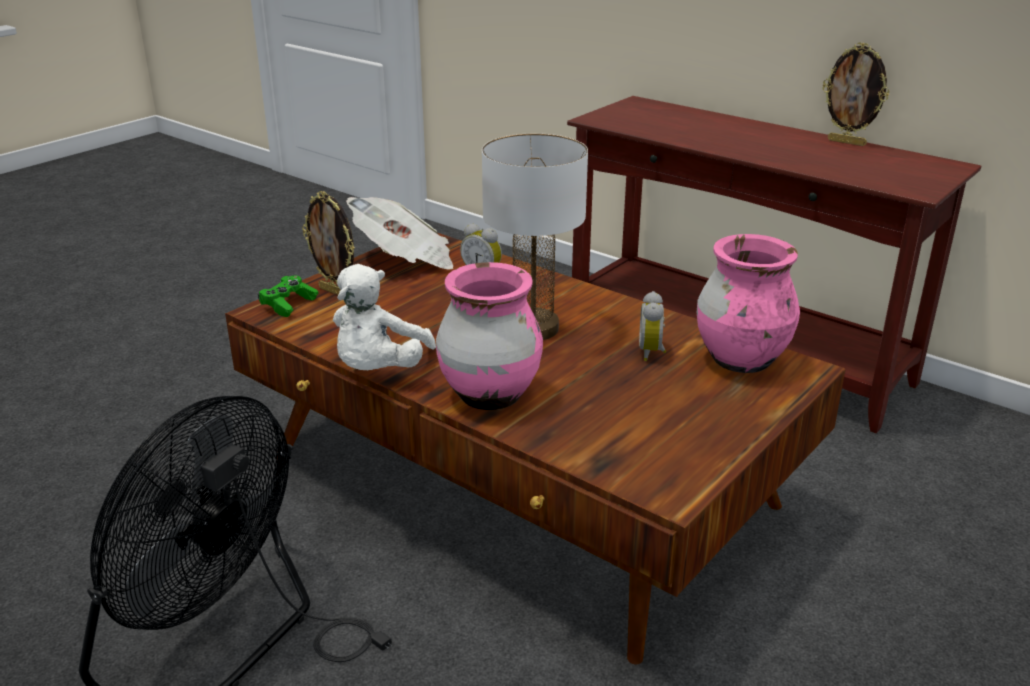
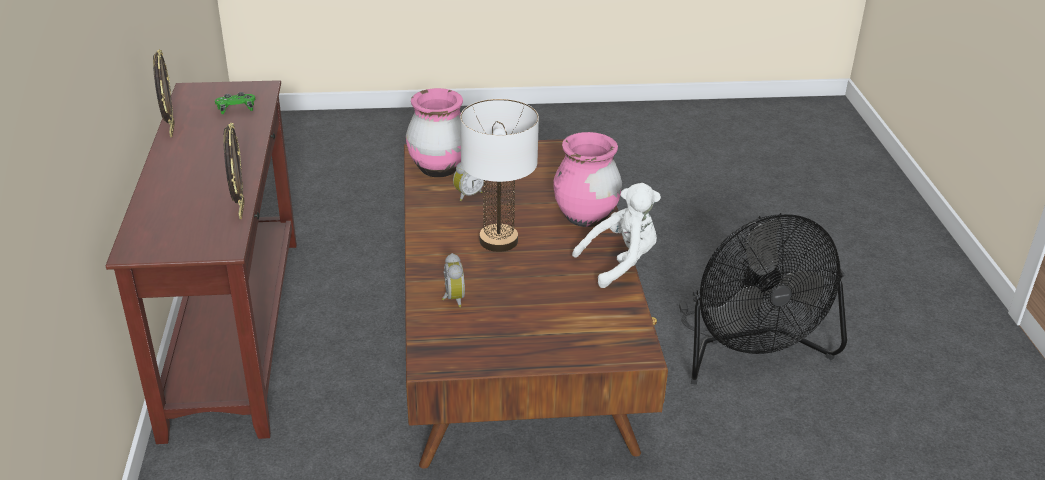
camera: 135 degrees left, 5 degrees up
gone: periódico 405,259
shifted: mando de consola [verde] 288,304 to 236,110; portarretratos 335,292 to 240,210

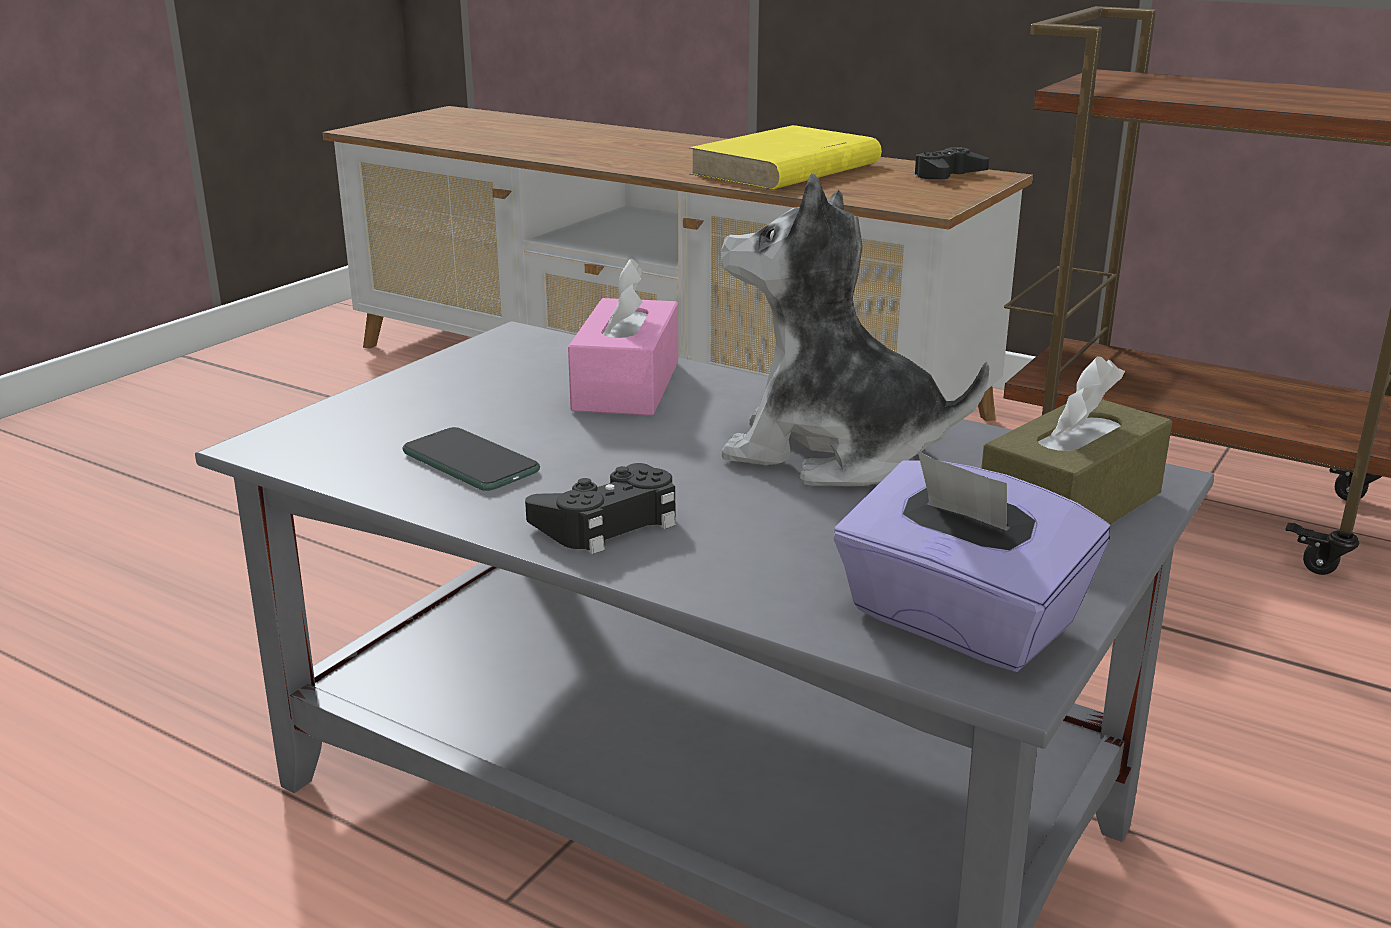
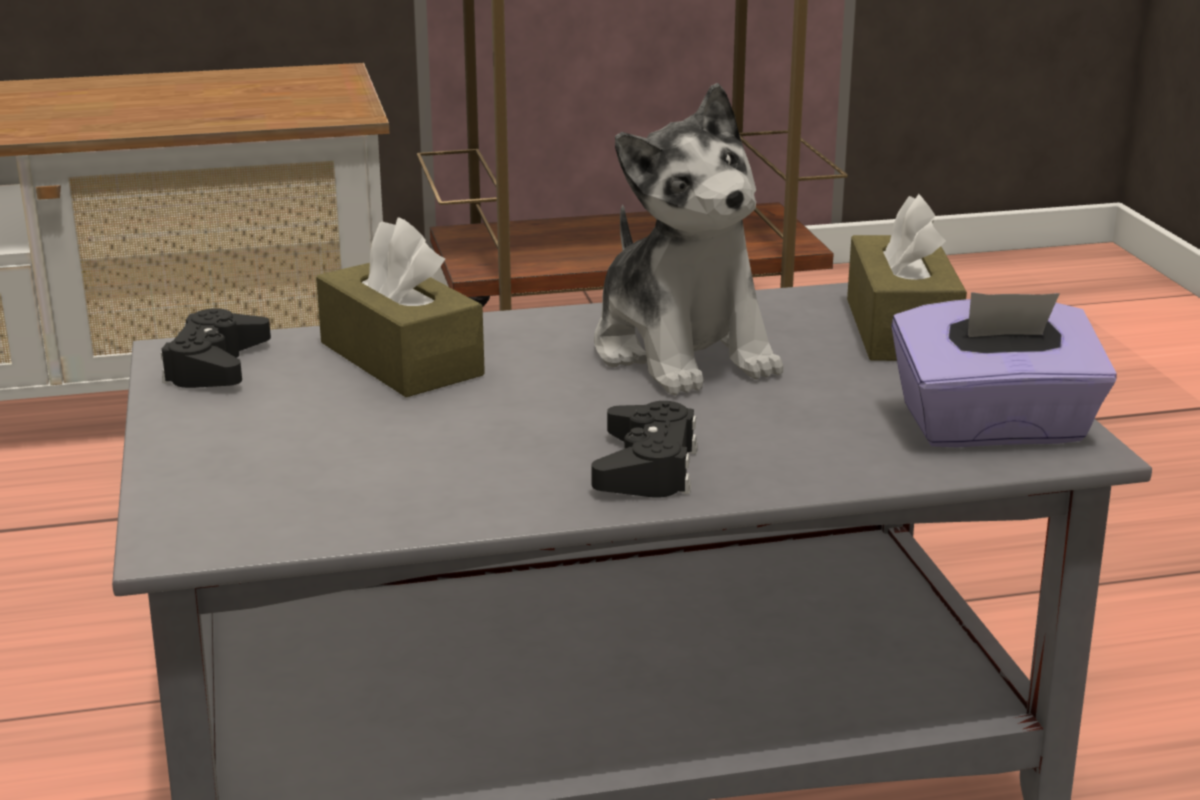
camera: 45 degrees left, 0 degrees up
gone: móvil 470,462; libro [amarillo] 785,169
shifted: mando de consola [negro] 948,175 to 216,366
repainted: caja de pañuelos [rosa] 627,385 to caja de pañuelos [marrón] 401,359
rotated: peluche 832,453 = 683,351 90 degrees counterclockwise

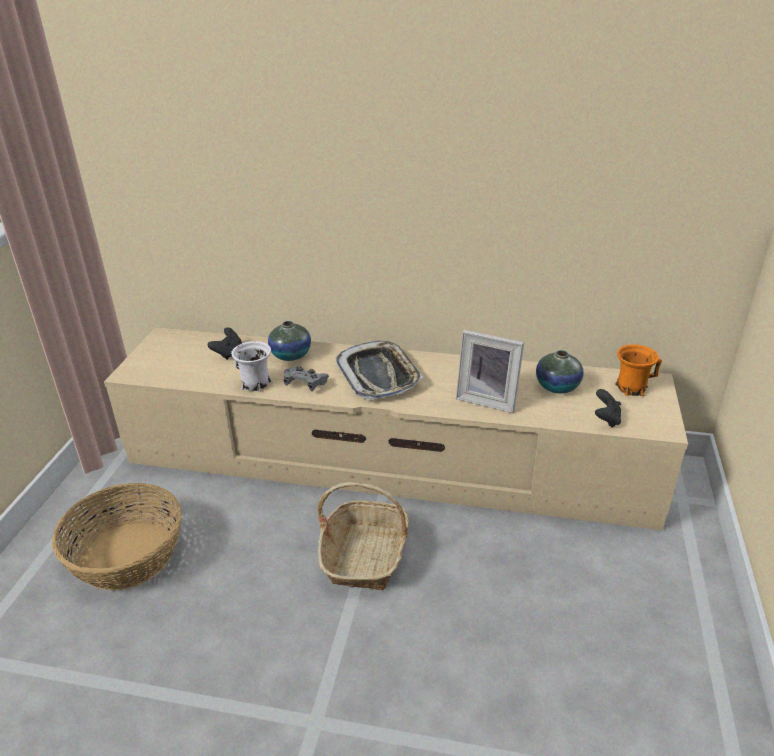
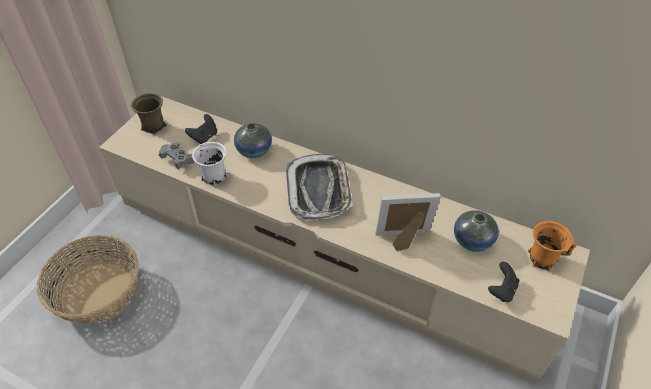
camera: 15 degrees right, 15 degrees up
gone: cesta 365,554
new: taza grande [marrón] 153,126
shifted: mando de consola [gris] 305,384 to 179,159
rotated: portarretratos 488,399 = 403,240 135 degrees clockwise

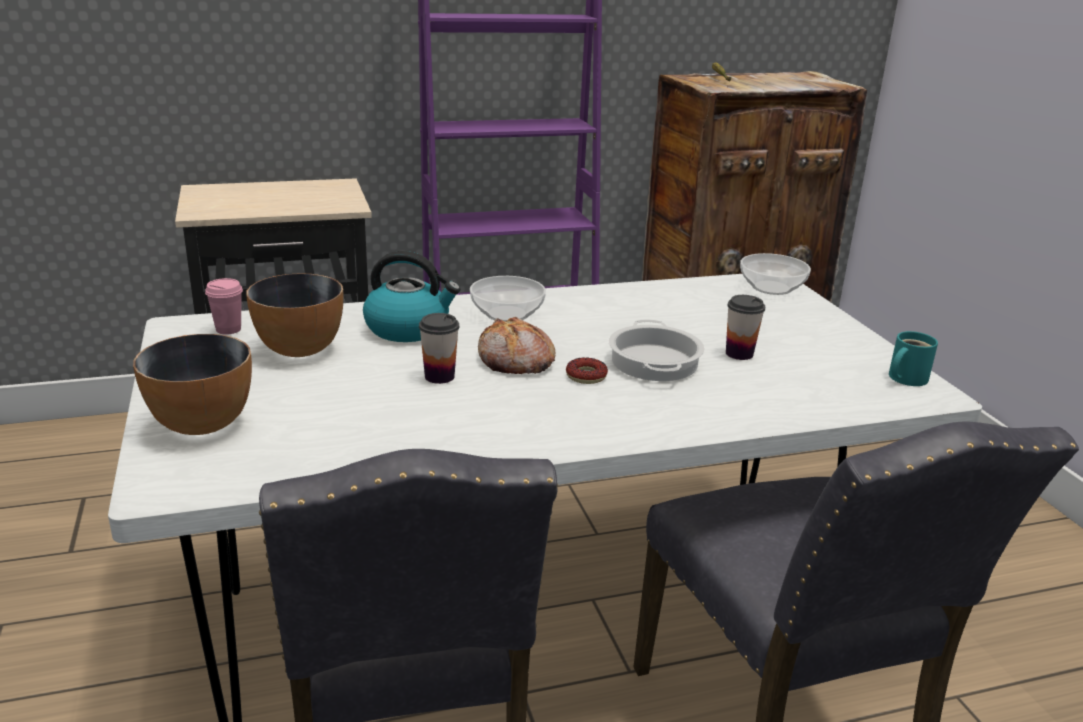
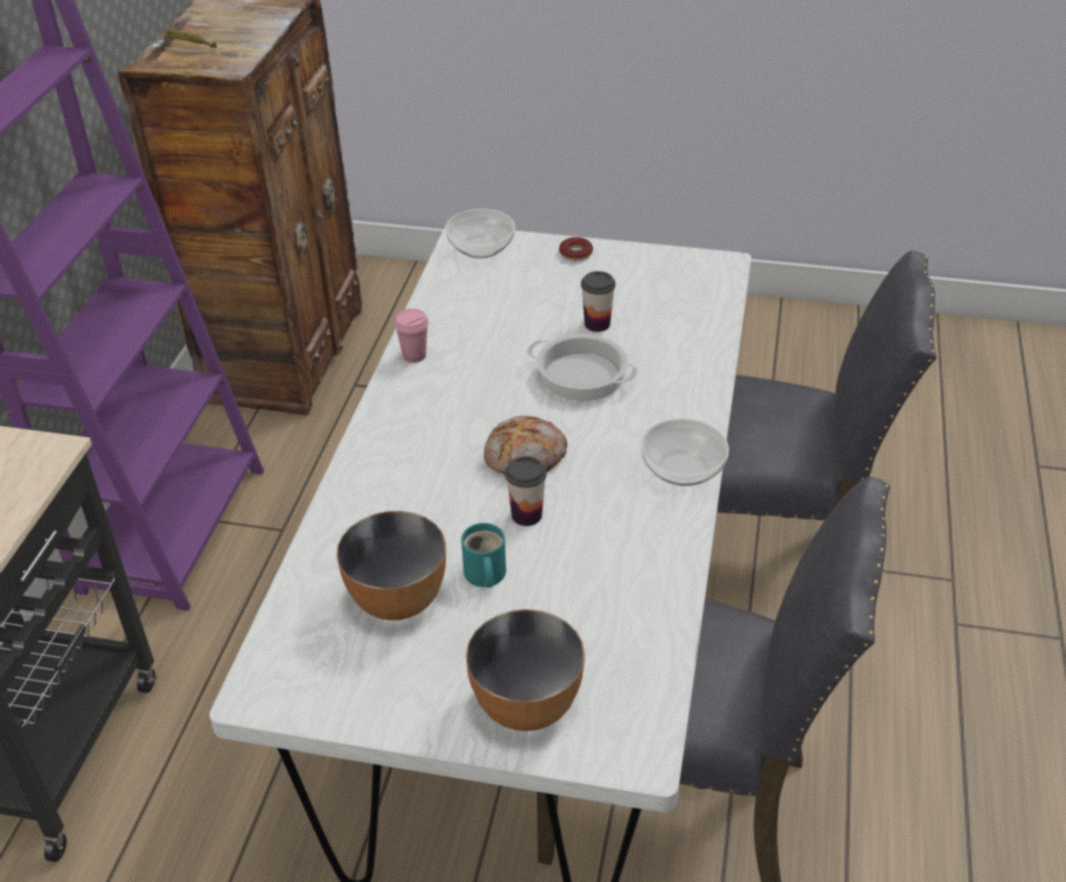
camera: 60 degrees left, 15 degrees up
gone: hervidor 408,328
shifted: taza [rosa] 228,329 to 414,356; taza grande [turquesa] 904,378 to 484,575; rosquilla 586,376 to 576,253; cuenco 506,314 to 683,470

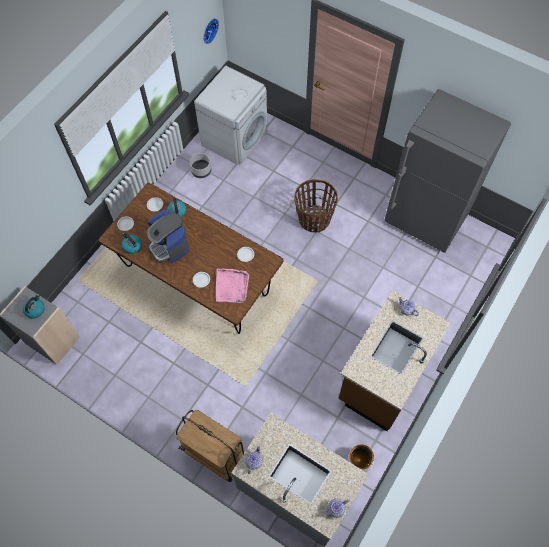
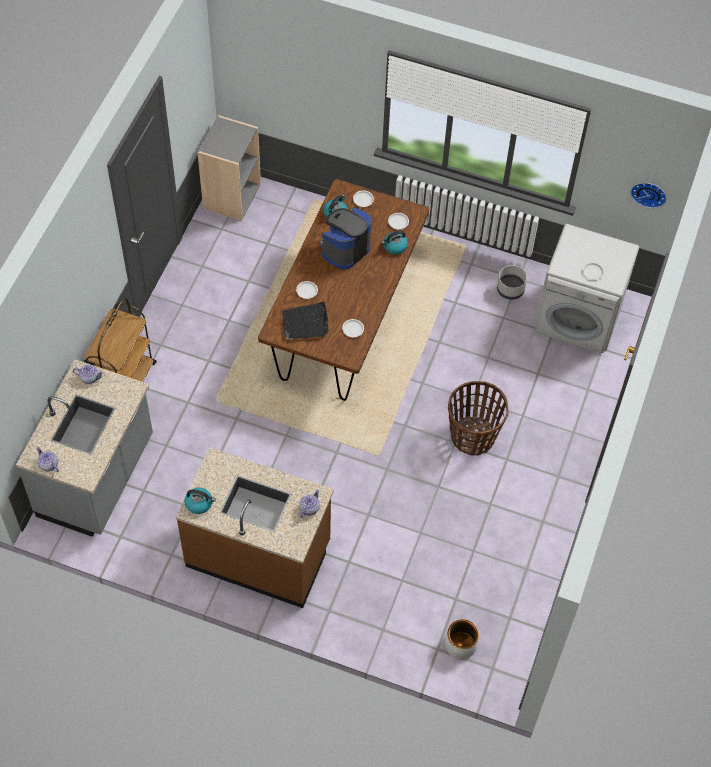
camera: 75 degrees right, 5 degrees down
gone: nevera [gris] 425,221
shifted: hervidor 35,309 to 199,503; maceta [blanco] 359,461 to 460,645
repainted: bandeja [rosa] 231,286 to bandeja [negro] 305,323

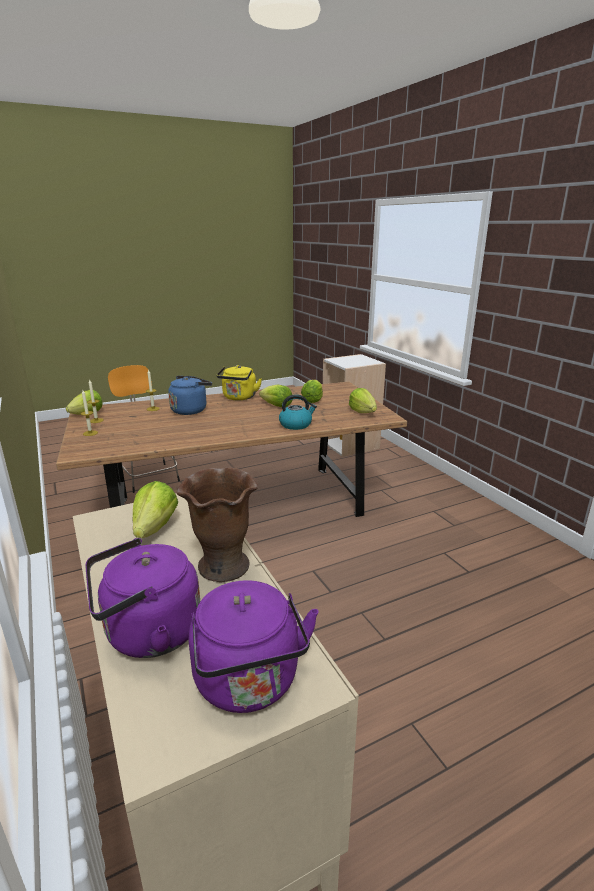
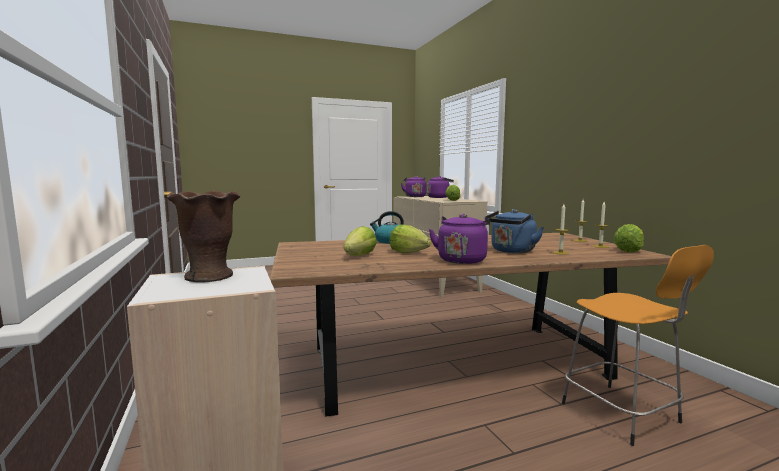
camera: 175 degrees left, 15 degrees down
gone: lechuga 362,412
shifted: florero [marrón] 223,566 to 209,276
repainted: hervidor [amarillo] 239,398 to hervidor [morado] 462,260

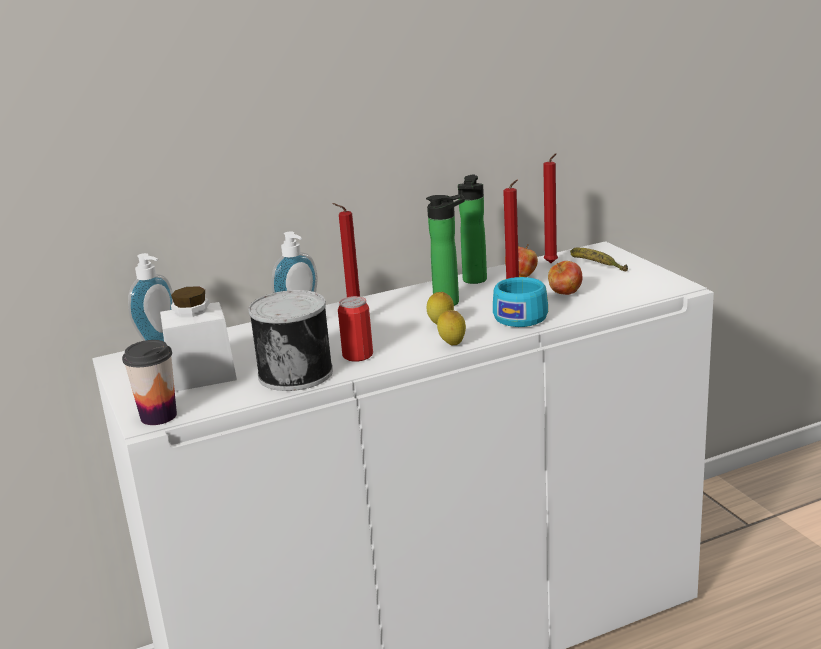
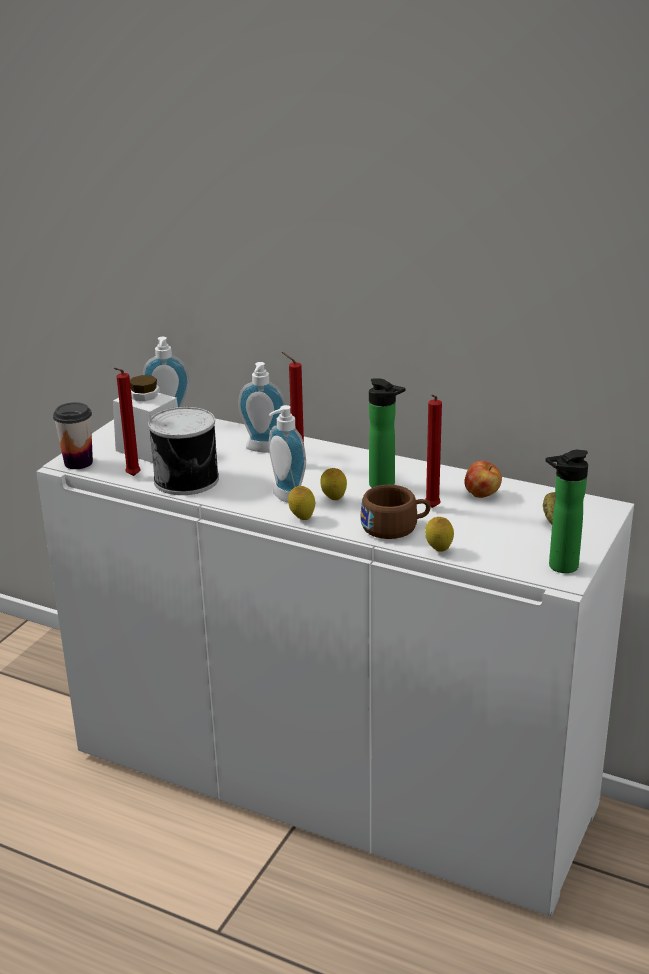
camera: 50 degrees right, 5 degrees up
gone: lata 357,355; manzana 565,294
new: dispensador de jabón 285,499; limón 439,550
shifted: vela [rojo] 552,264 to 131,477; botella 474,281 to 559,567
repainted: taza [turquesa] 523,316 to taza [marrón] 395,527

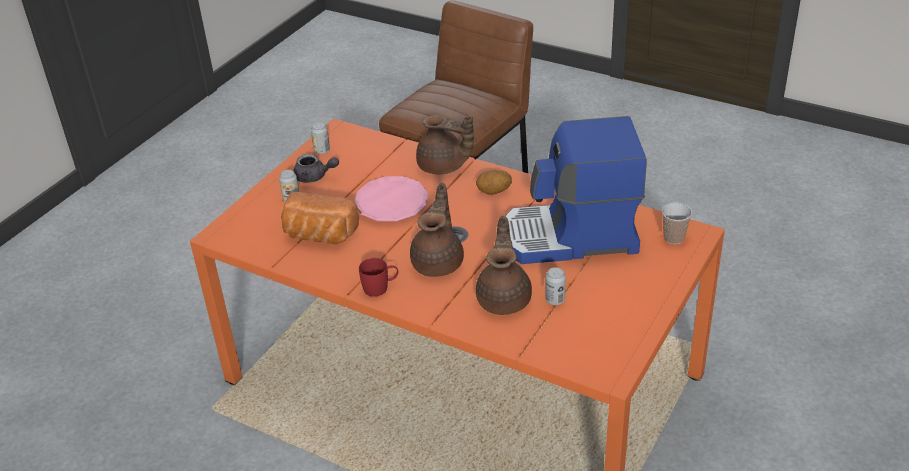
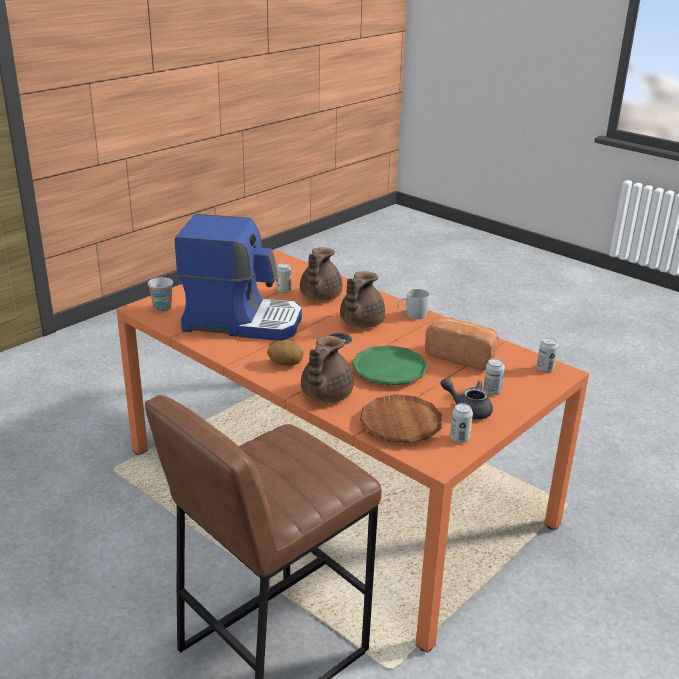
camera: 170 degrees left, 10 degrees down
new: plato [marrón] 401,424; lata 545,369
repainted: plato [rosa] 391,203 to plato [verde] 389,370; taza grande [rojo] 380,287 to taza grande [blanco] 412,315
rotated: tetera [marrón] 443,167 = 324,395 105 degrees counterclockwise

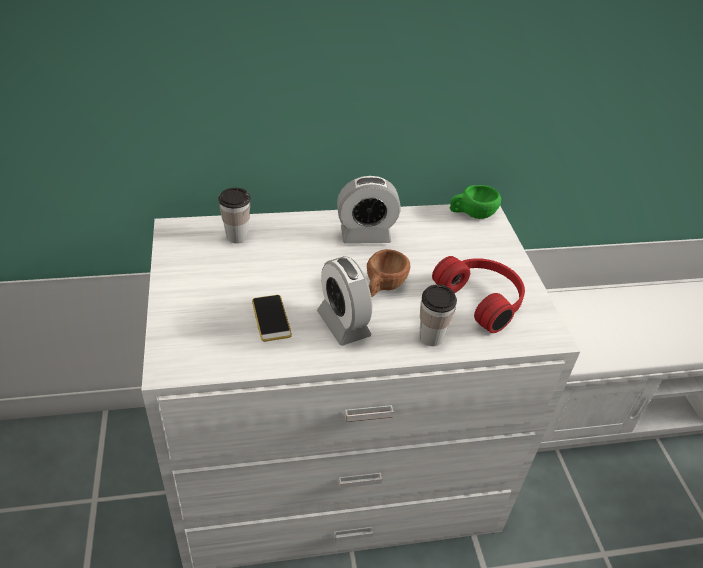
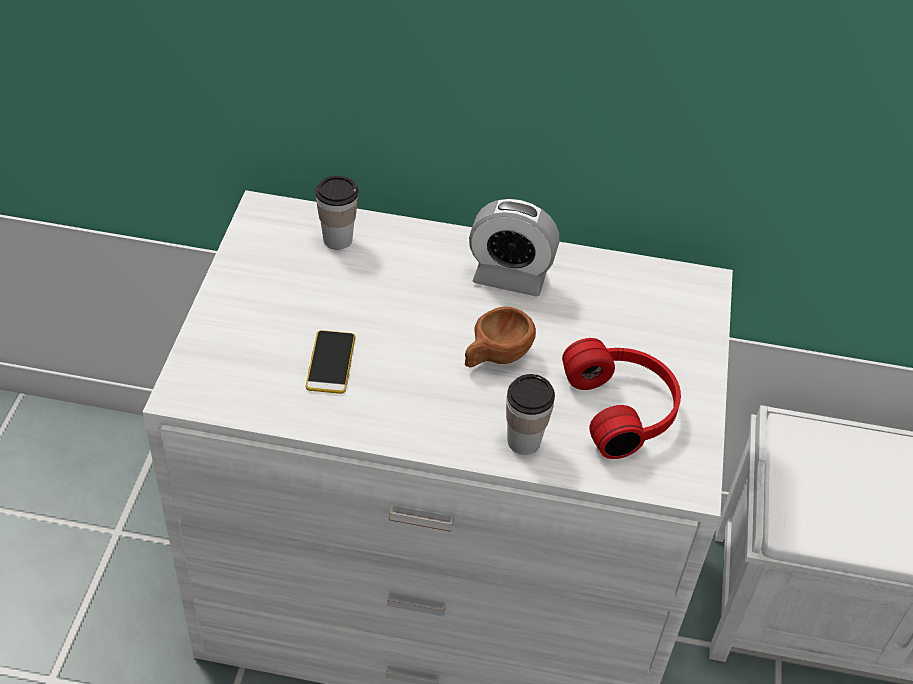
camera: 20 degrees right, 5 degrees up
gone: despertador 343,324; taza [verde] 471,214

